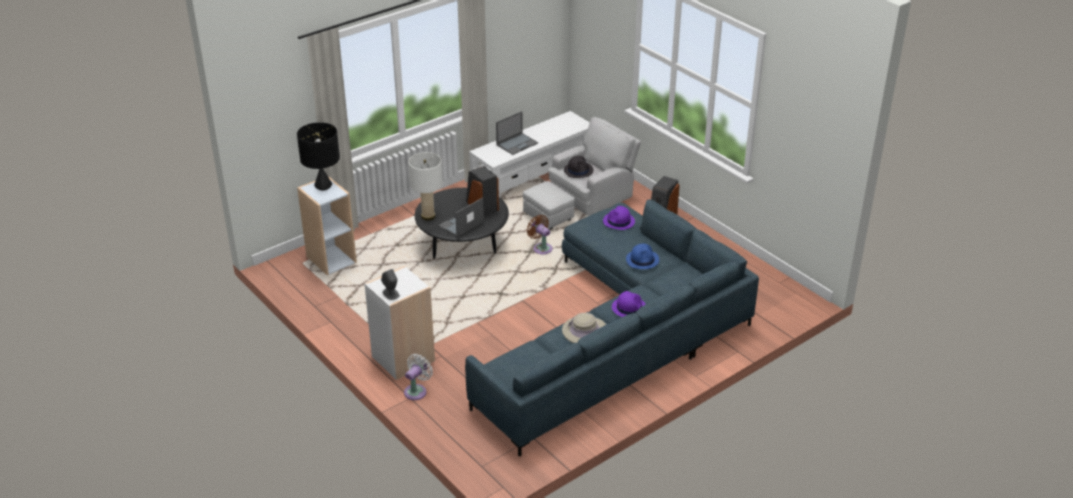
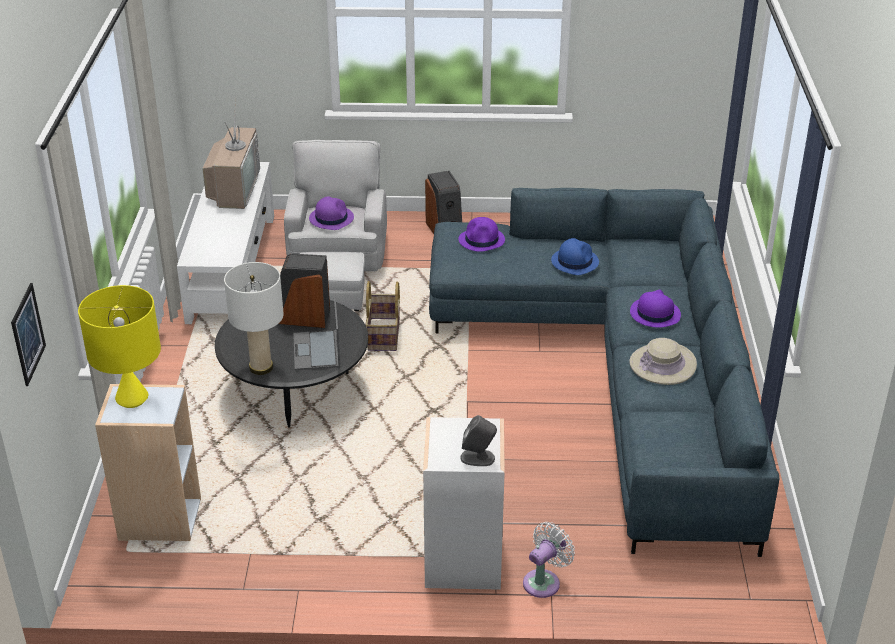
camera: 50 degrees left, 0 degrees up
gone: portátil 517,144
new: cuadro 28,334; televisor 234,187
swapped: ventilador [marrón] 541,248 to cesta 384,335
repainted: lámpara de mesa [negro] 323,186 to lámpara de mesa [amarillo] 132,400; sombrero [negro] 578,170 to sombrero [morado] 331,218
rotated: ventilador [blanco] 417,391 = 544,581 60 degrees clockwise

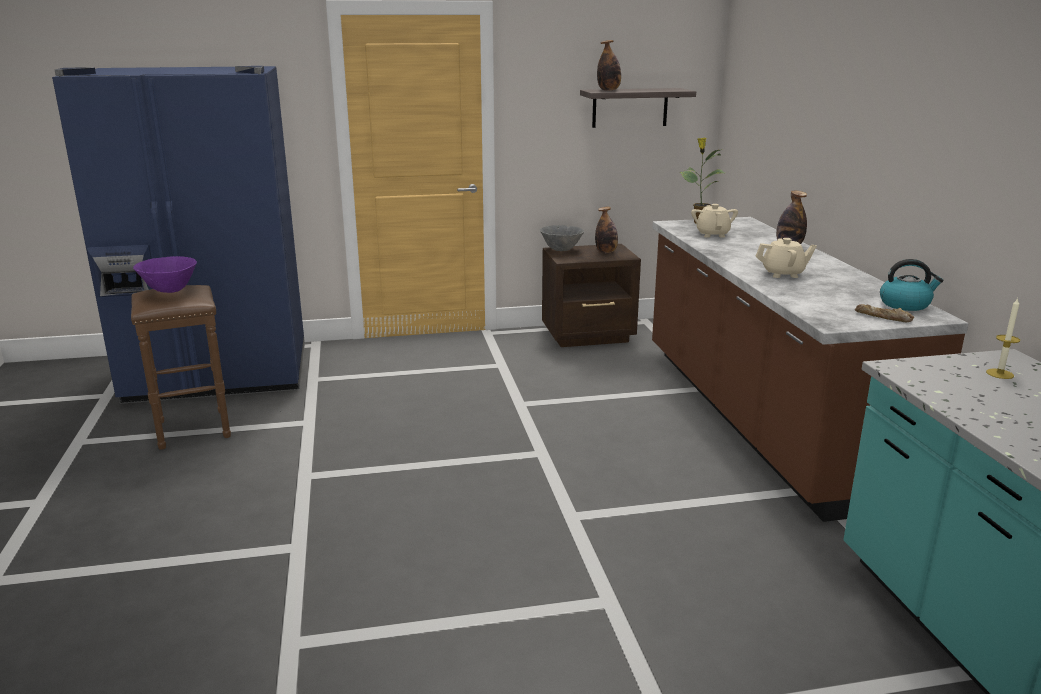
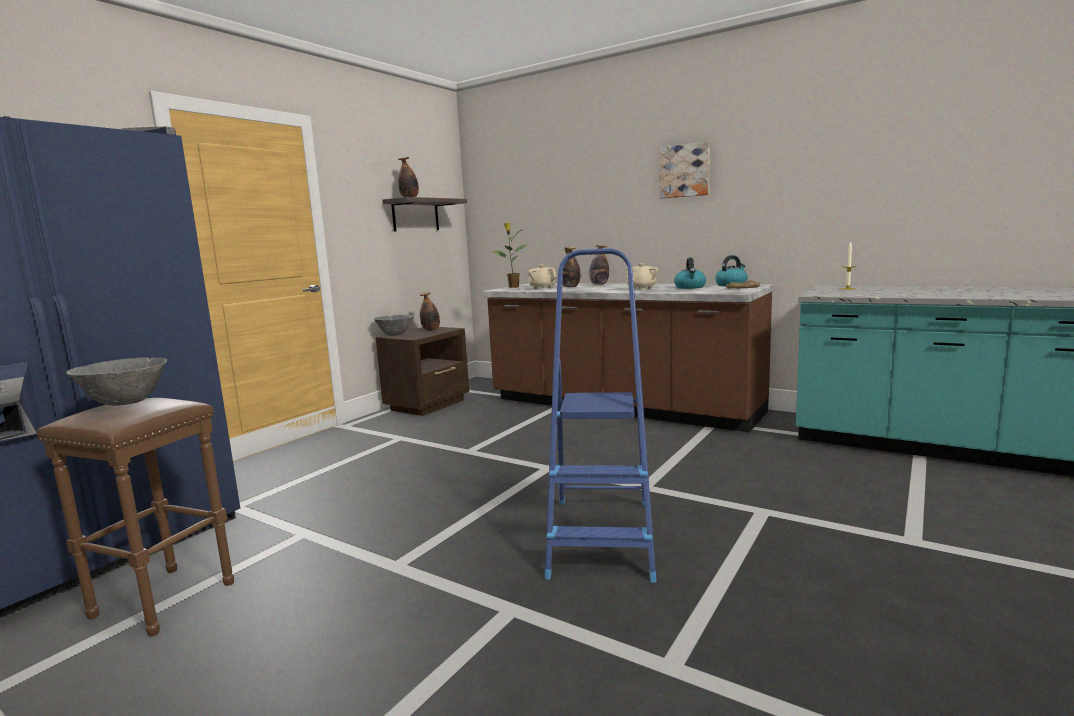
camera: 45 degrees left, 10 degrees down
new: escalera de tijera [azul] 601,537; botella 570,287; cuadro 685,171; hervidor 690,287
repainted: cuenco [morado] 169,291 to cuenco [gris] 125,404

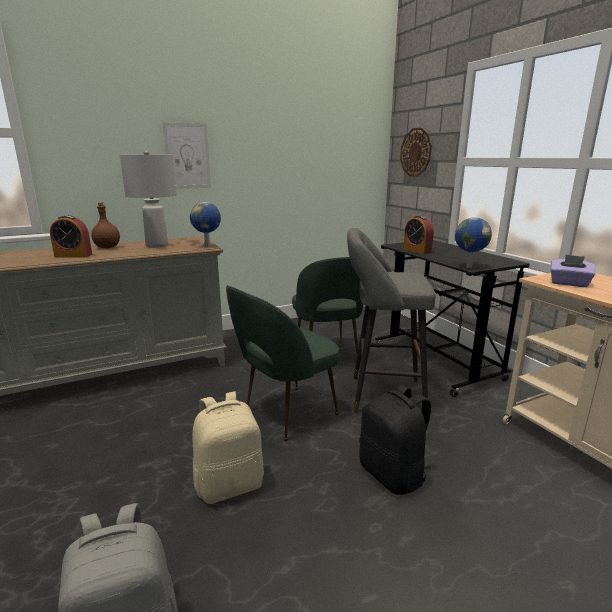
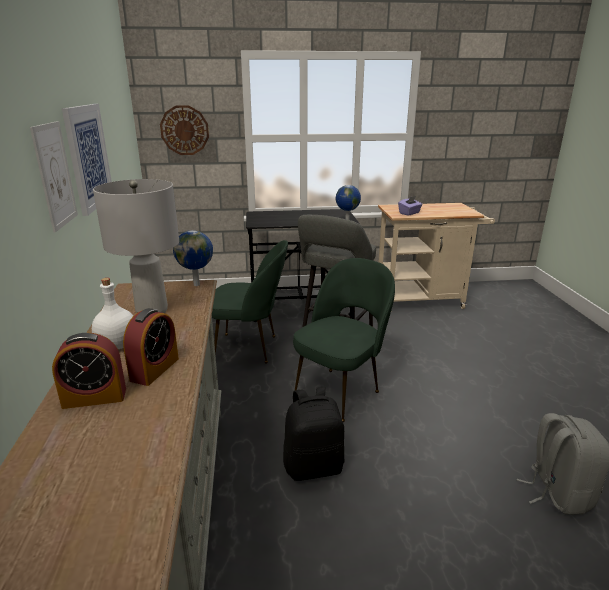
camera: 70 degrees left, 5 degrees up
gone: mochila [beis] 230,484
new: cuadro 88,157
shifted: despertador 417,251 to 94,397; mochila [negro] 393,474 to 313,466
repainted: botella [marrón] 107,247 to botella [blanco] 117,345
rotated: silla [verde] 284,415 = 341,391 120 degrees counterclockwise

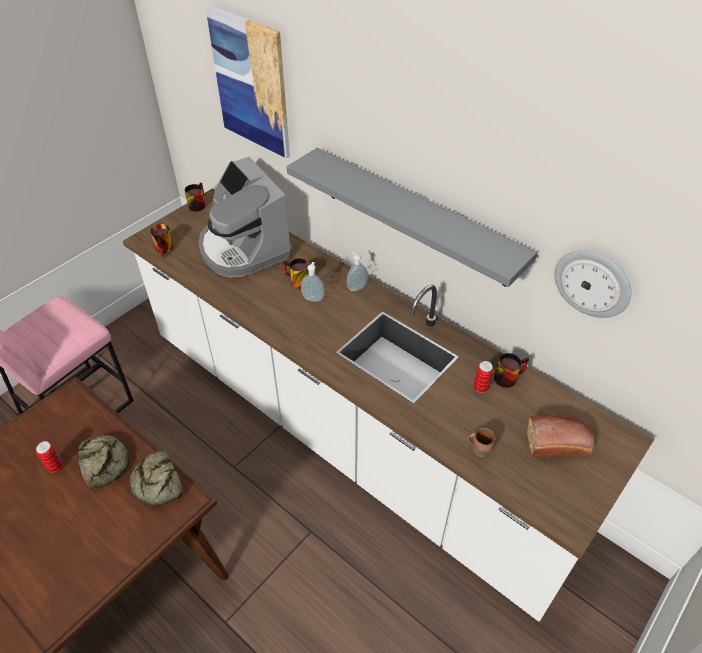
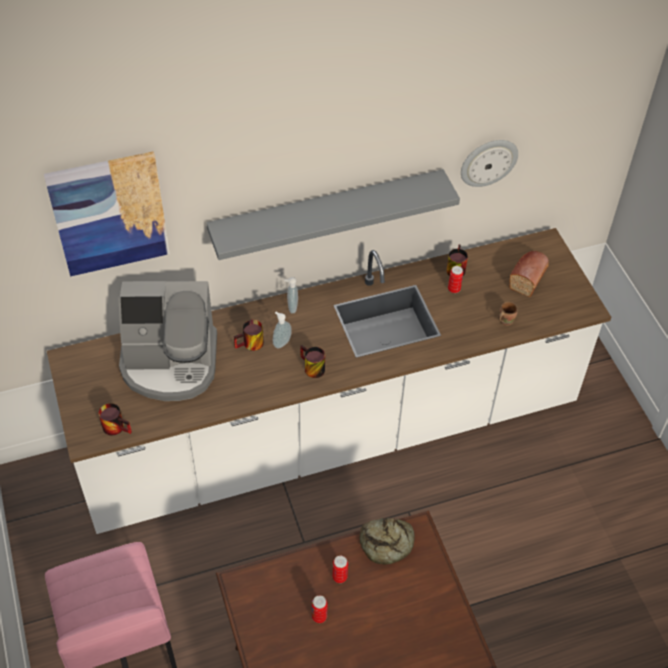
camera: 60 degrees left, 5 degrees up
shifted: taza grande 196,204 to 310,368
swapped: pan 104,462 to lata 339,577

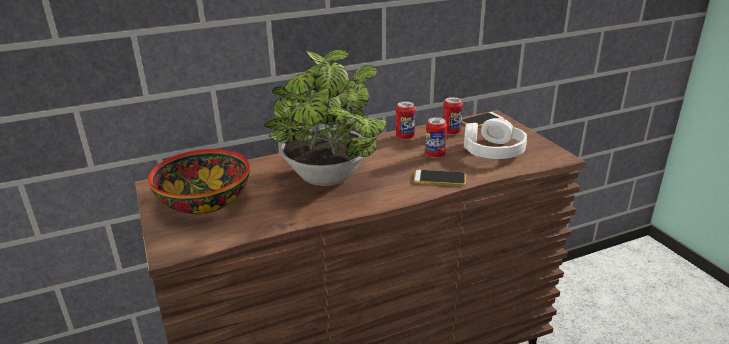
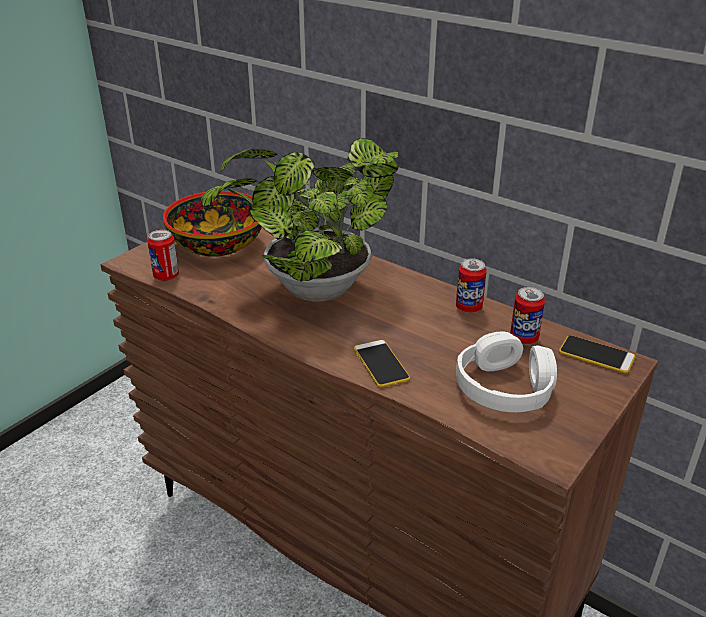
camera: 60 degrees right, 5 degrees up
shifted: lata 435,155 to 166,276

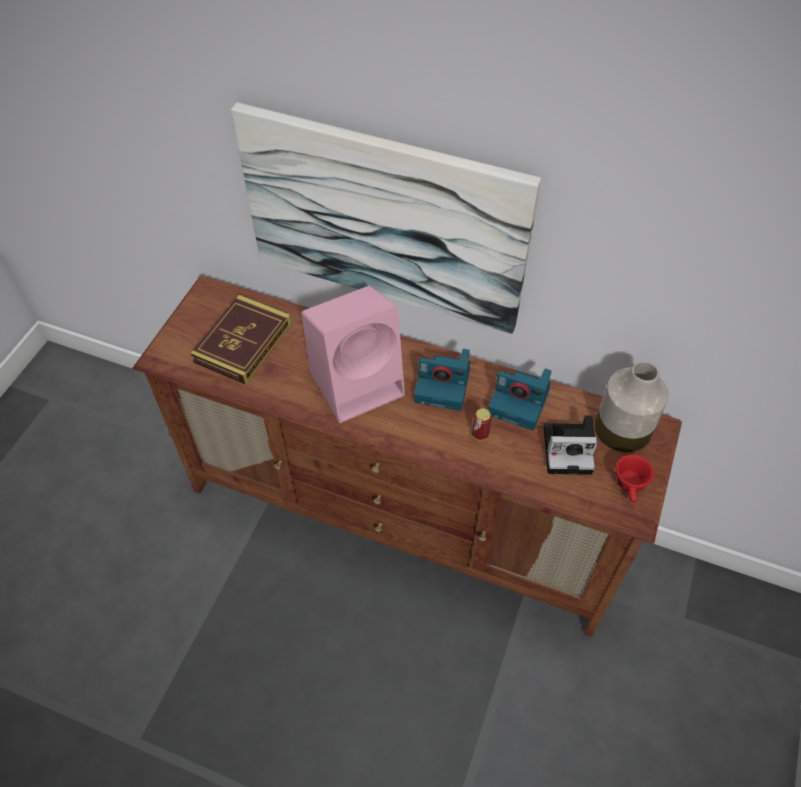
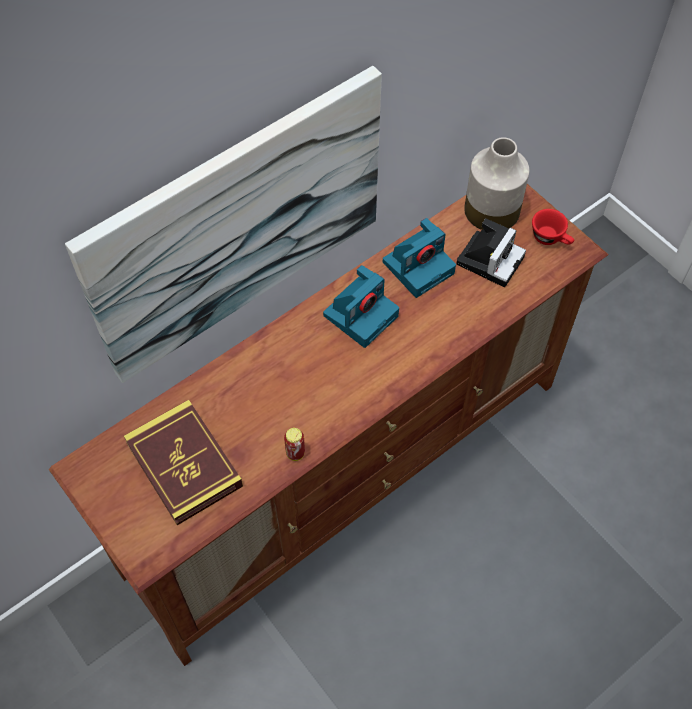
camera: 60 degrees left, 5 degrees up
gone: altavoz [rosa] 359,382
shifted: lata 480,435 to 295,453

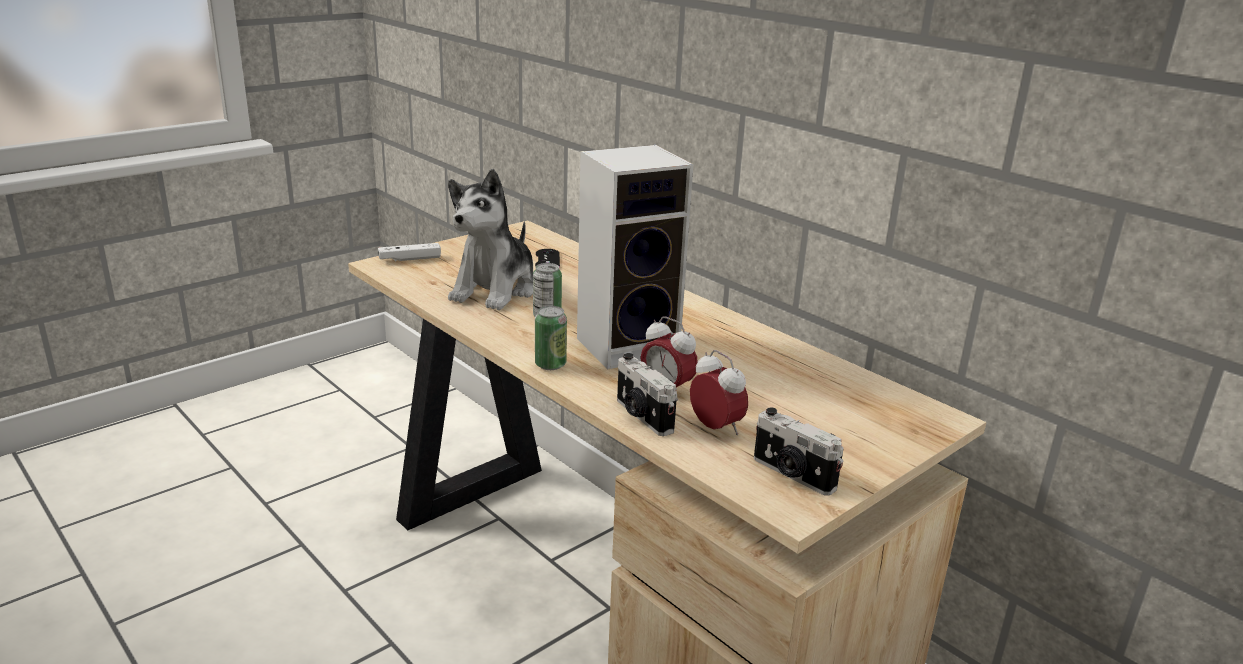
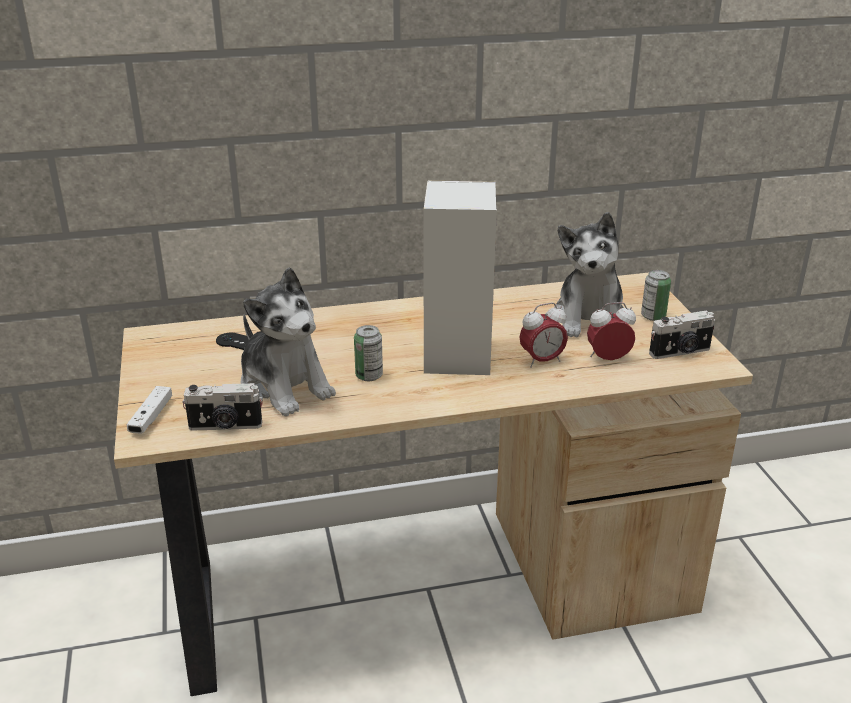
camera: 60 degrees left, 5 degrees up
new: peluche 589,319
shifted: cámara 642,416 to 225,426; lata 550,365 to 653,316

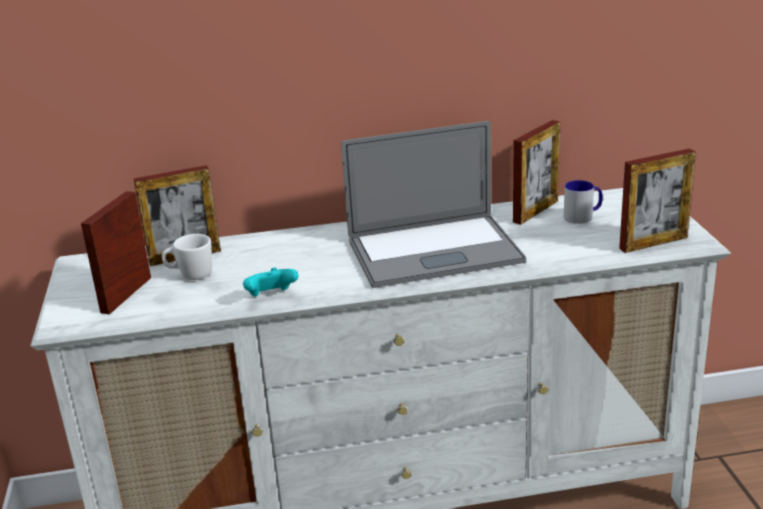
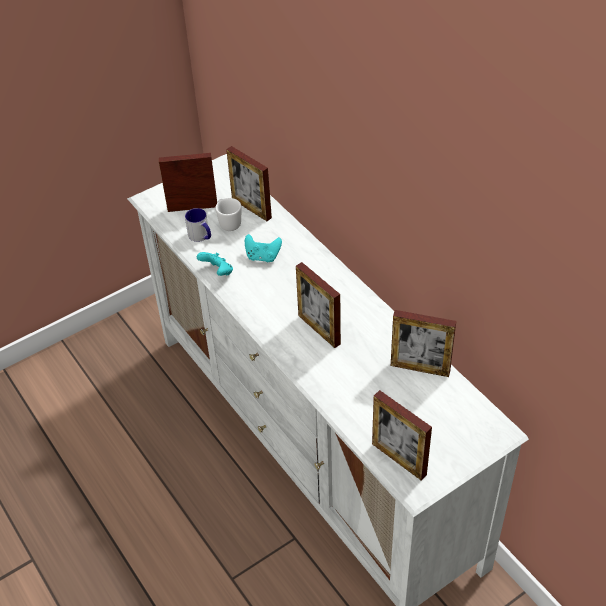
camera: 65 degrees right, 20 degrees up
new: mando de consola [turquesa] 263,257
shifted: taza grande 583,216 to 201,236
swapped: portátil 434,251 to portarretratos 319,329

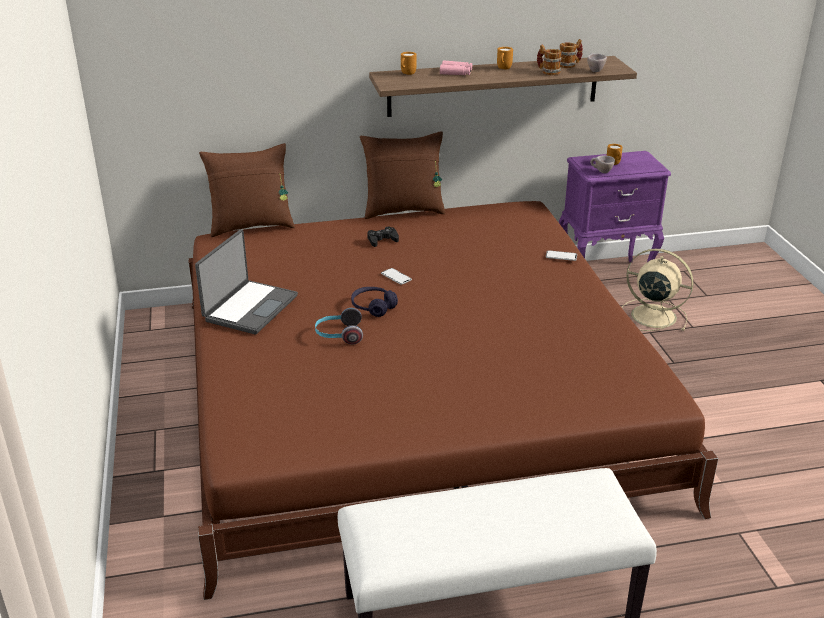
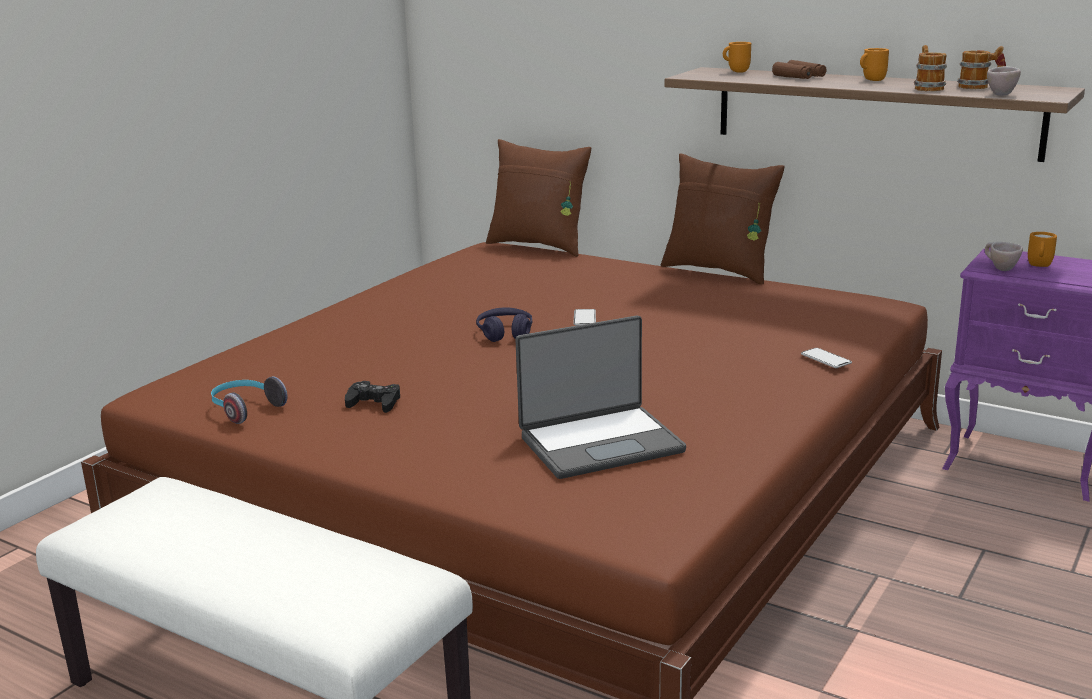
camera: 45 degrees right, 10 degrees down
gone: ventilador [beis] 651,315
shifted: auriculares 339,335 to 245,409; mando de consola [negro] 382,240 to 374,403; portátil 249,308 to 600,443
repainted: prismáticos [rosa] 456,72 to prismáticos [marrón] 799,76

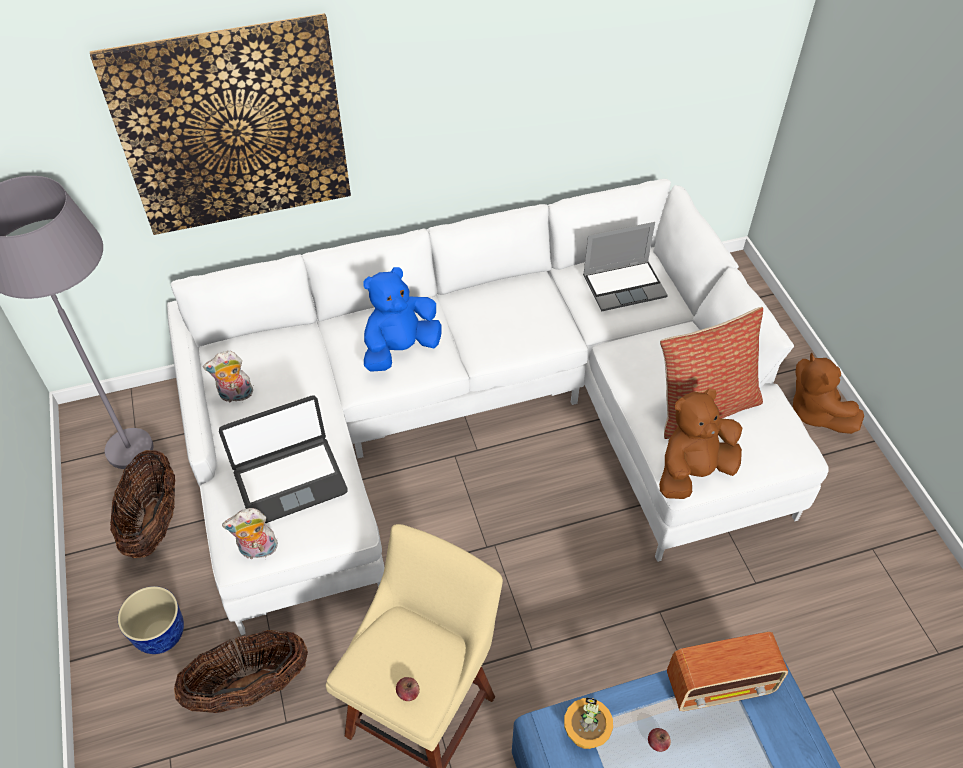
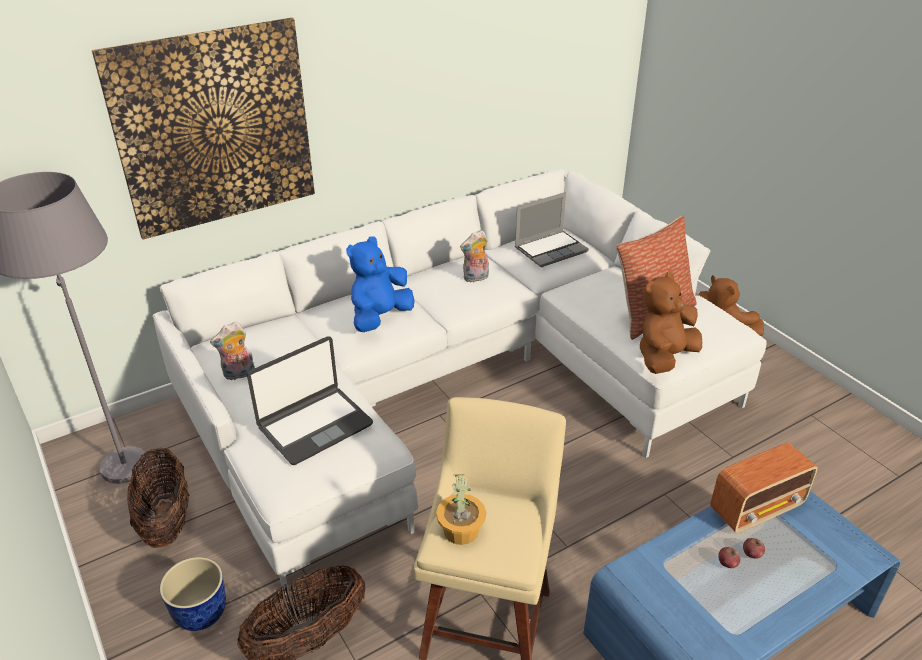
camera: 15 degrees left, 15 degrees down
shifted: planta en maceta 586,732 to 461,531; peluche 258,550 to 476,278; manzana 408,693 to 752,554

